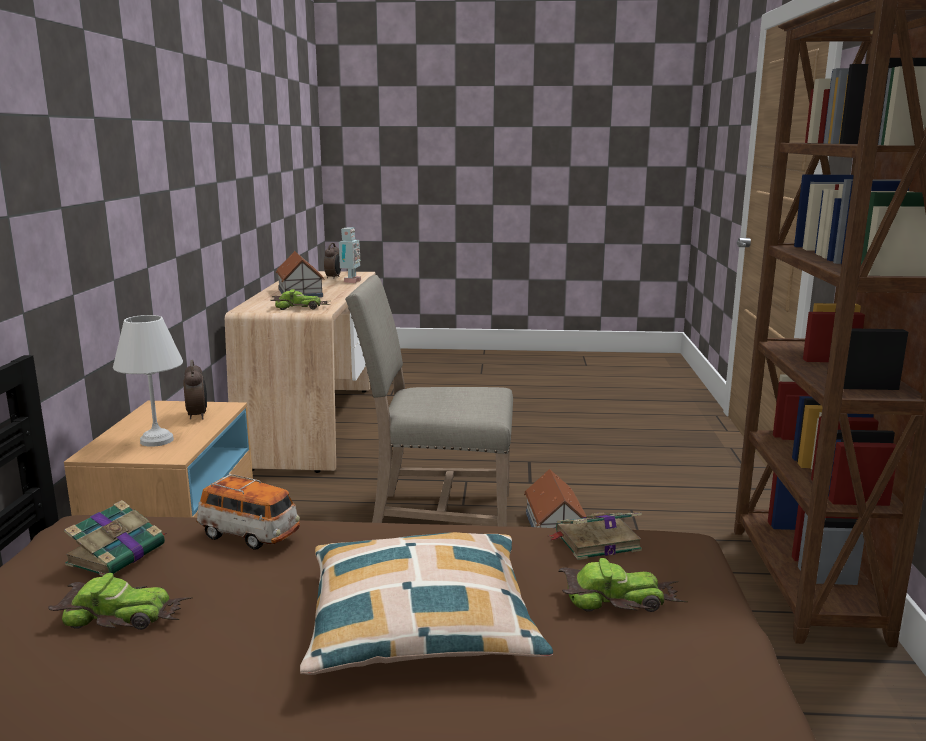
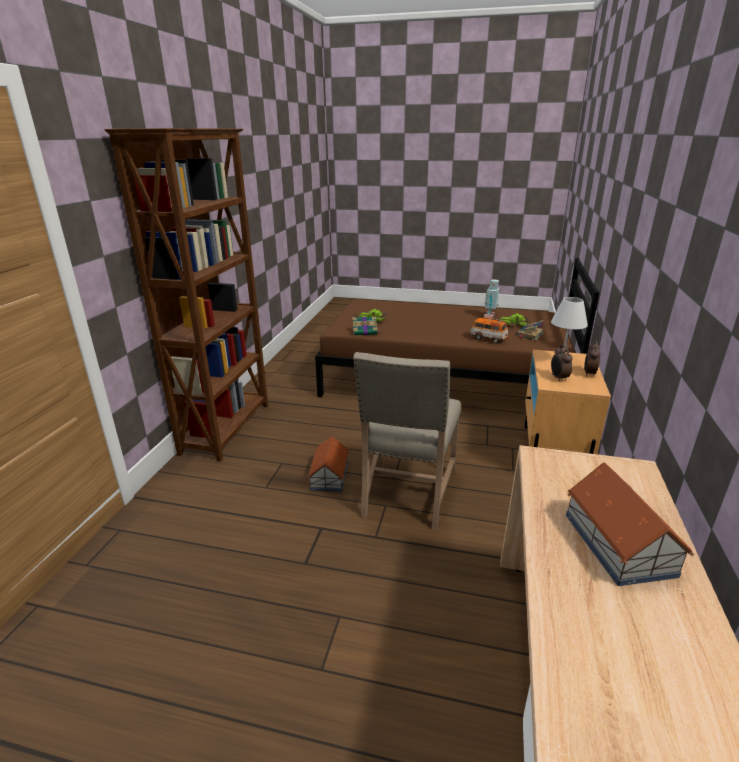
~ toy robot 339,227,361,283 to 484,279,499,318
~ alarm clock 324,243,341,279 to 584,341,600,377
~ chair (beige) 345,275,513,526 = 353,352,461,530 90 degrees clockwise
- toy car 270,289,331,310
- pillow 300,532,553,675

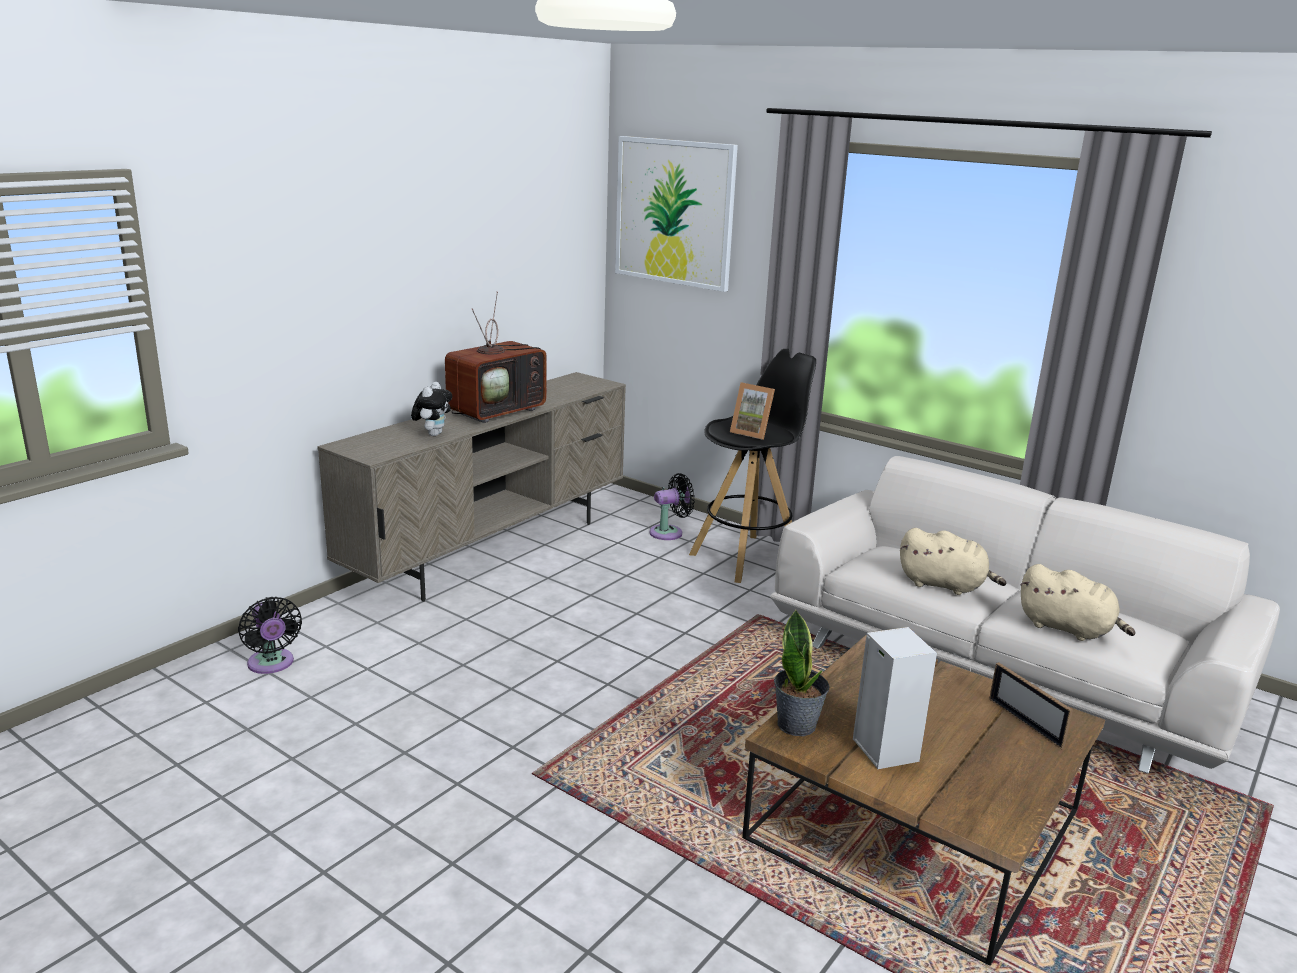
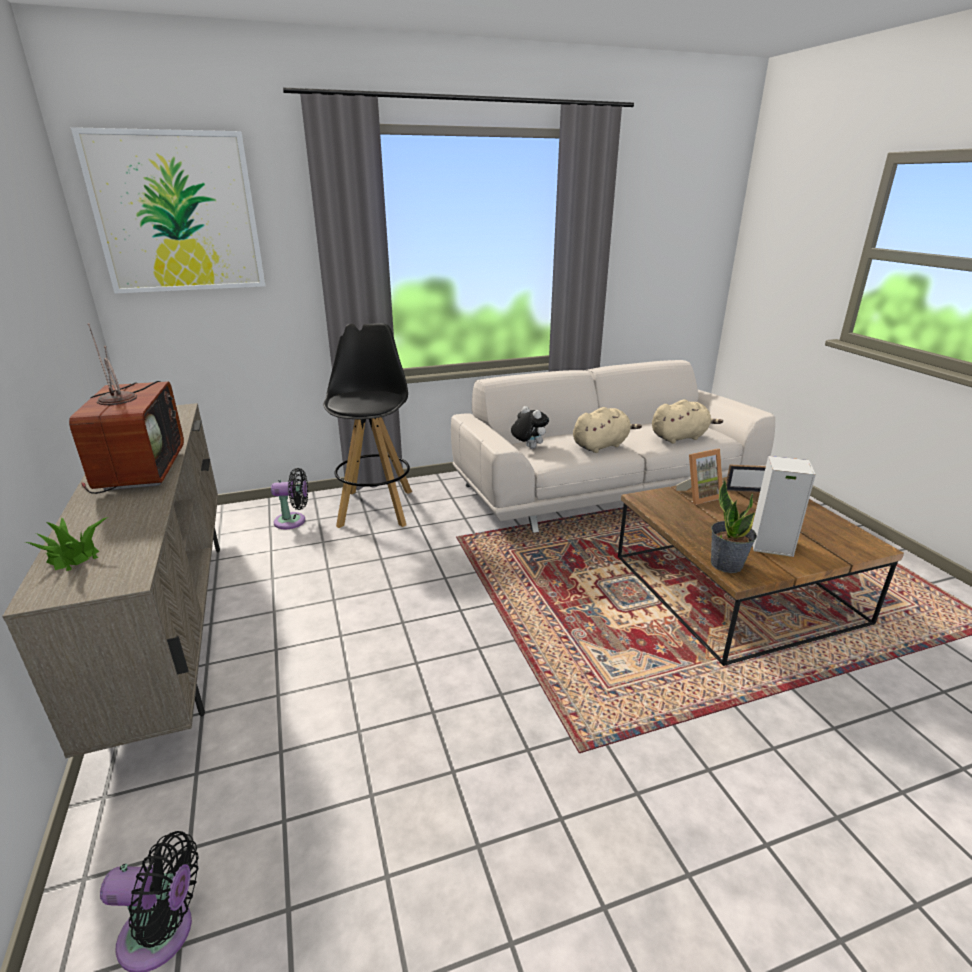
~ plush toy 411,382,452,436 to 511,406,549,449
~ picture frame 730,382,775,440 to 676,449,723,505
~ fan (black) 650,473,695,540 = 271,468,308,529 75 degrees clockwise
+ potted plant 25,517,108,571

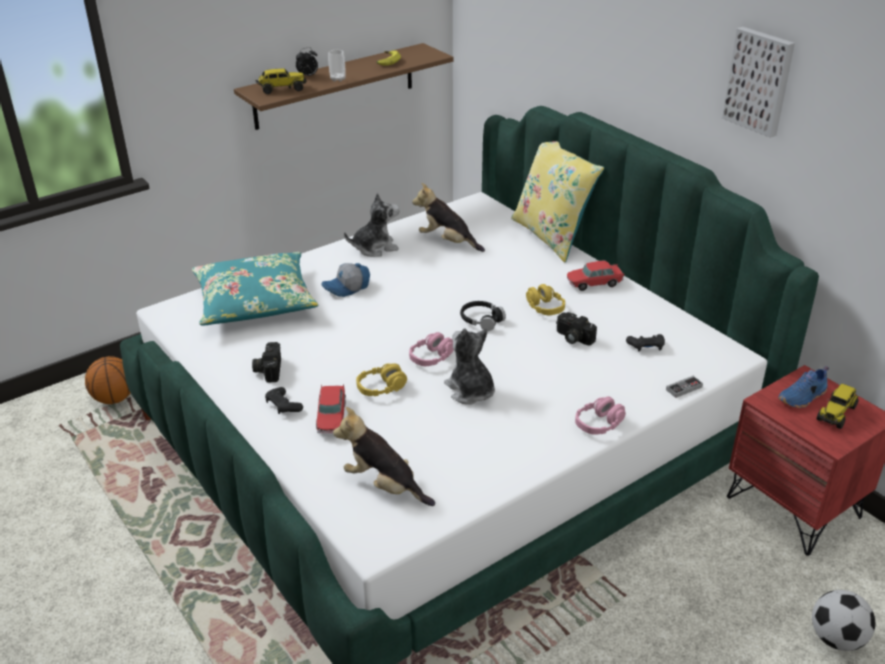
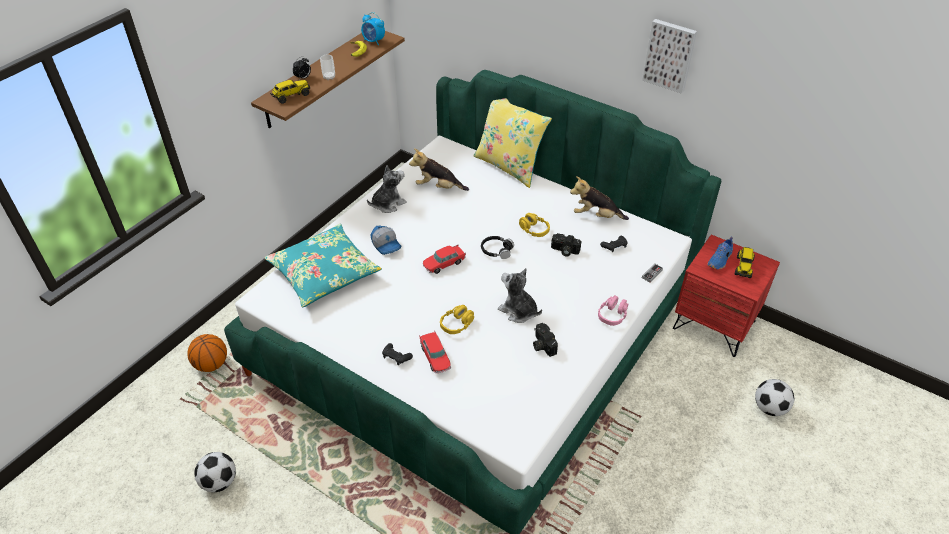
~ toy car 567,261,624,291 to 423,245,466,274
~ cap 321,263,370,297 = 371,225,402,255 75 degrees counterclockwise
- headphones (pink) 409,332,454,366
~ photo camera 252,342,281,383 to 533,323,558,357
~ plush toy 333,407,435,506 to 570,176,629,220
+ alarm clock 361,12,385,45
+ football 194,452,236,492

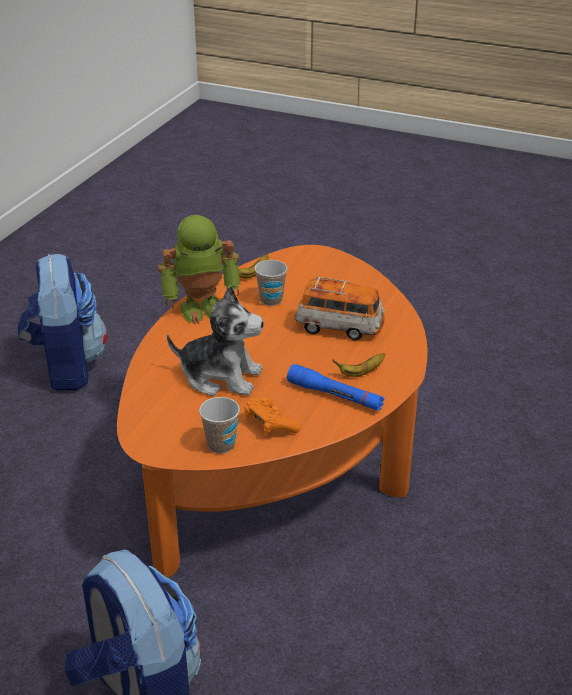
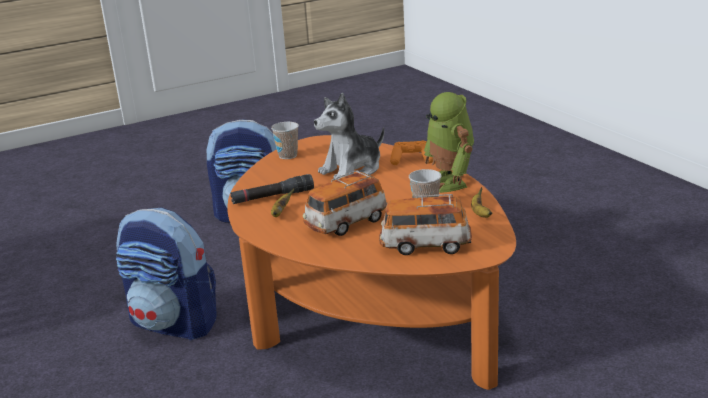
~ toy robot 158,215,241,325 = 423,92,474,193 45 degrees counterclockwise
~ backpack 18,254,107,390 to 116,208,217,340
~ flashlight (blue) 287,364,384,411 to flashlight (black) 230,174,314,204
~ game controller (orange) 244,397,301,435 to 390,140,433,165
+ toy car 379,194,472,255

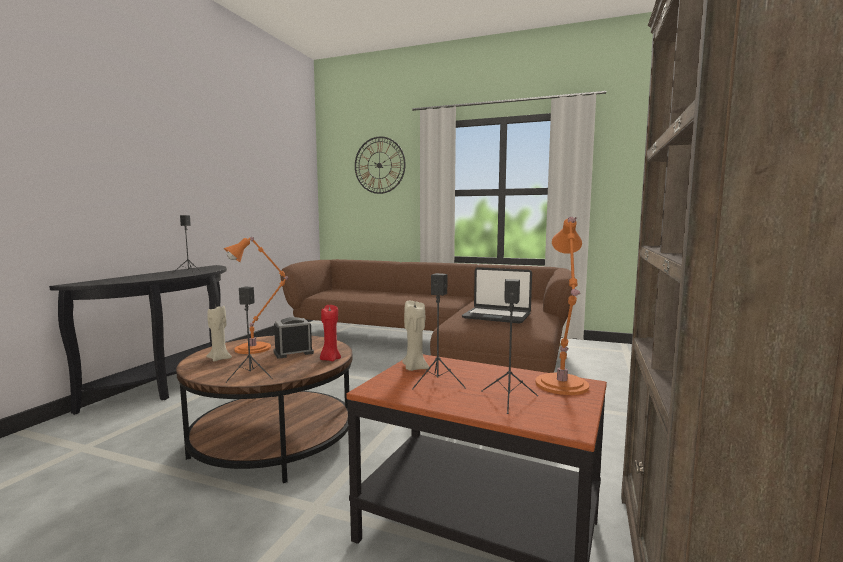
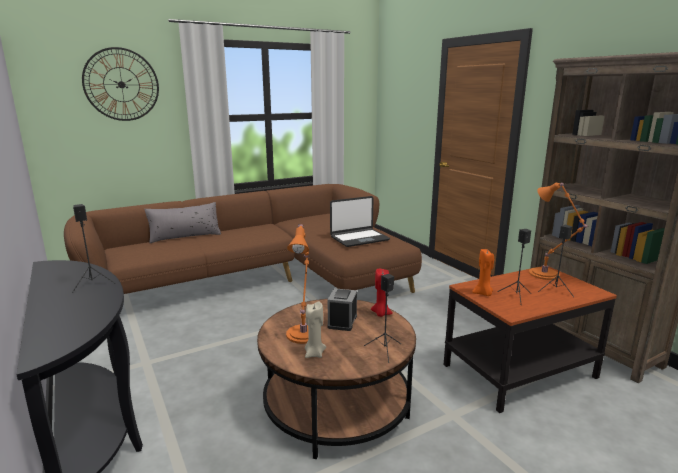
~ candle (beige) 402,301,429,371 to candle (orange) 472,249,494,296
+ pillow (grey) 144,202,221,243

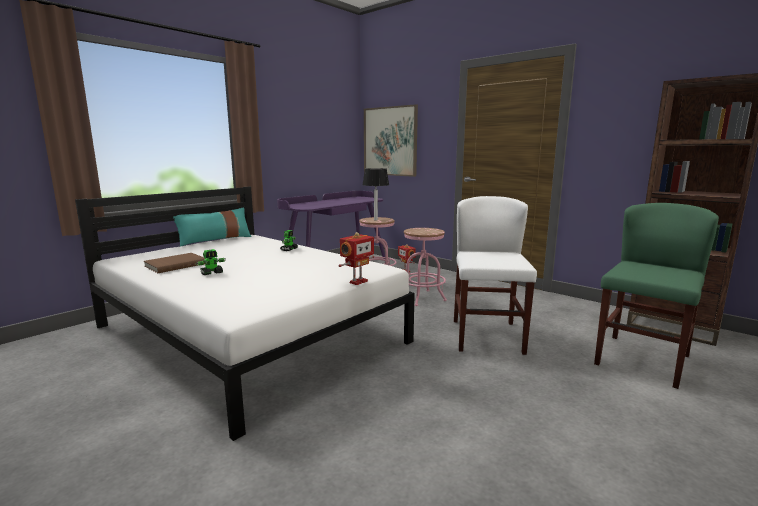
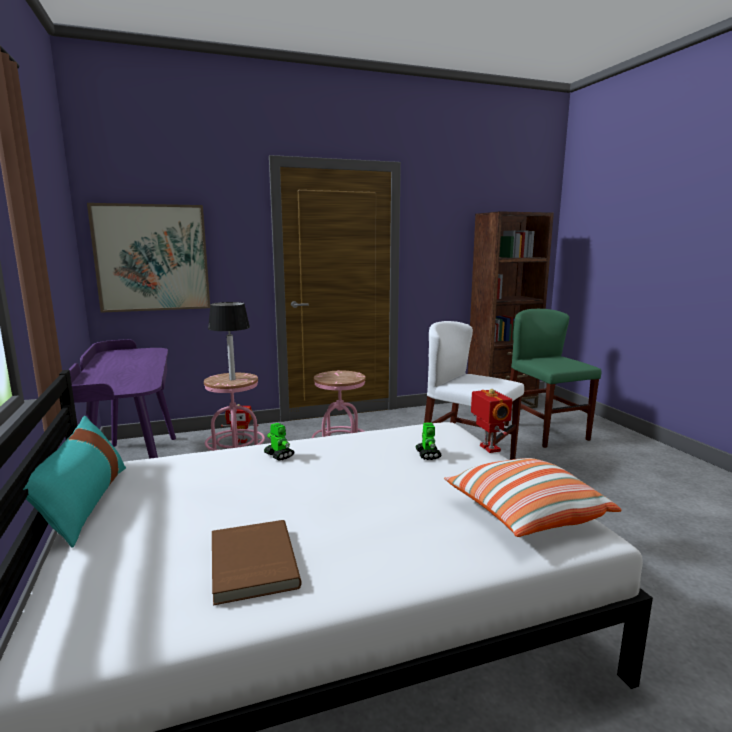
~ toy robot 196,249,226,275 to 416,422,441,460
+ pillow 444,458,622,537

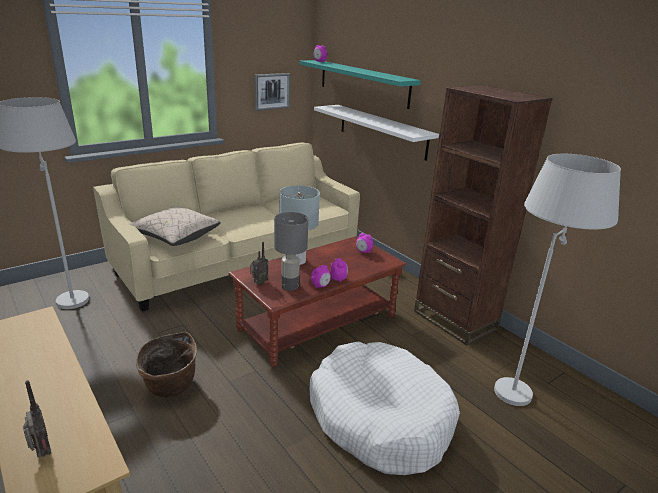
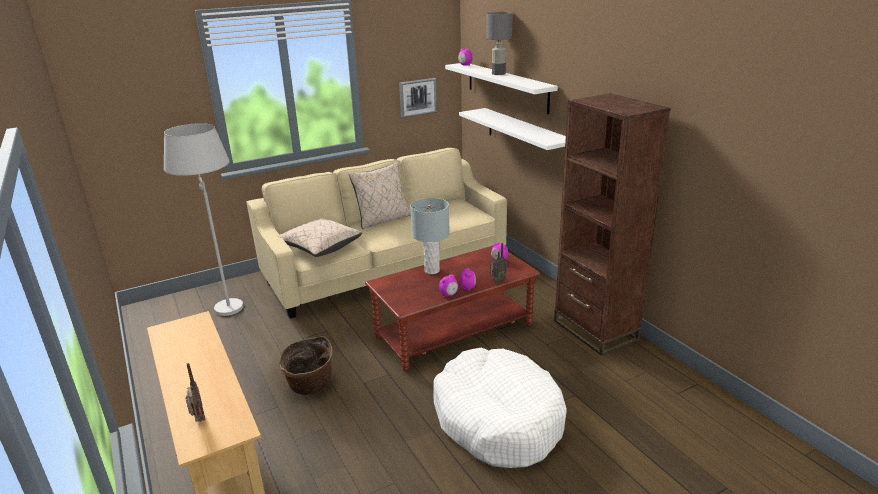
~ shelf (turquoise) 300,60,421,109 to shelf (white) 445,63,558,114
- floor lamp (white) 494,154,621,406
~ table lamp (grey) 274,212,308,291 to 486,12,512,75
~ radio 250,242,269,285 to 490,243,507,283
+ pillow (beige) 348,161,411,229

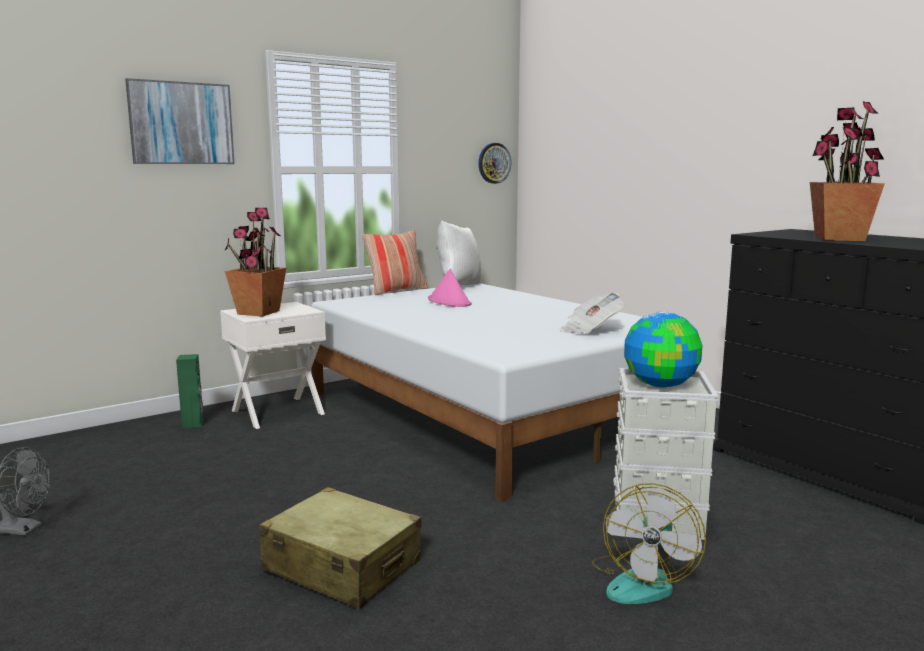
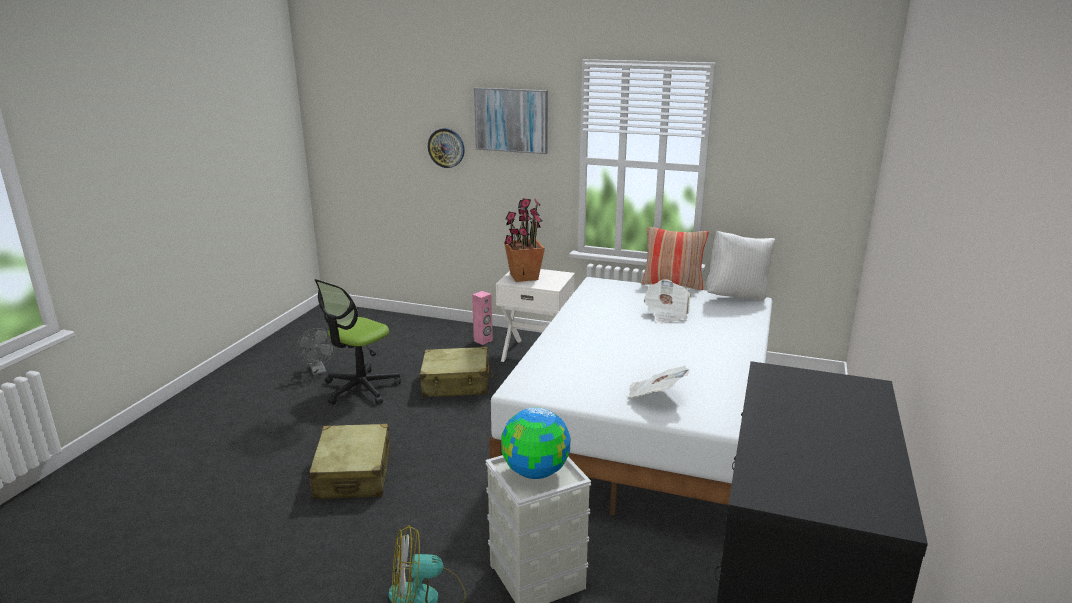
- potted plant 810,101,885,241
~ wall clock 478,143,511,184 to 428,128,465,168
~ hat (pink) 428,269,471,307 to newspaper 644,279,691,324
~ speaker (green) 176,354,204,428 to speaker (pink) 472,291,493,345
+ office chair 315,279,401,405
+ suitcase (beige) 420,347,493,397

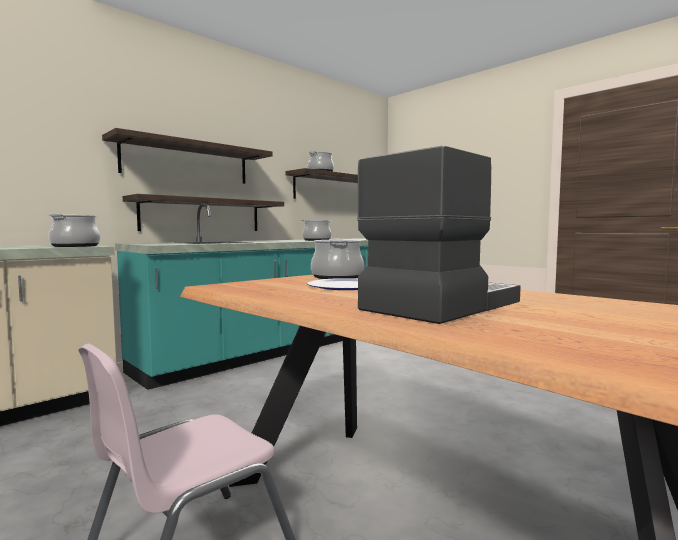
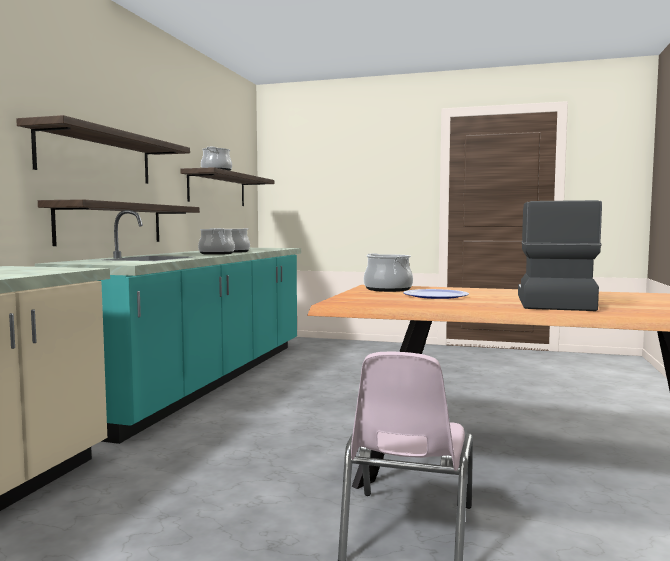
~ cooking pot 48,214,100,247 to 198,228,235,255

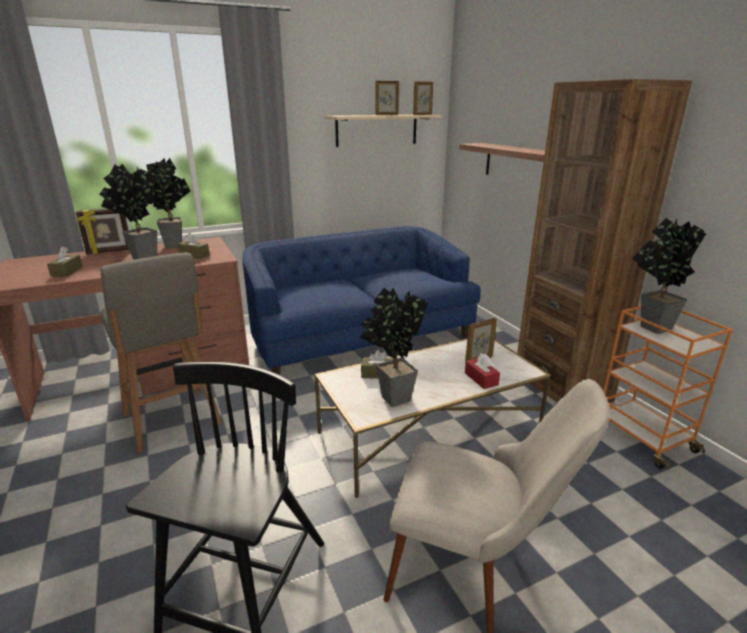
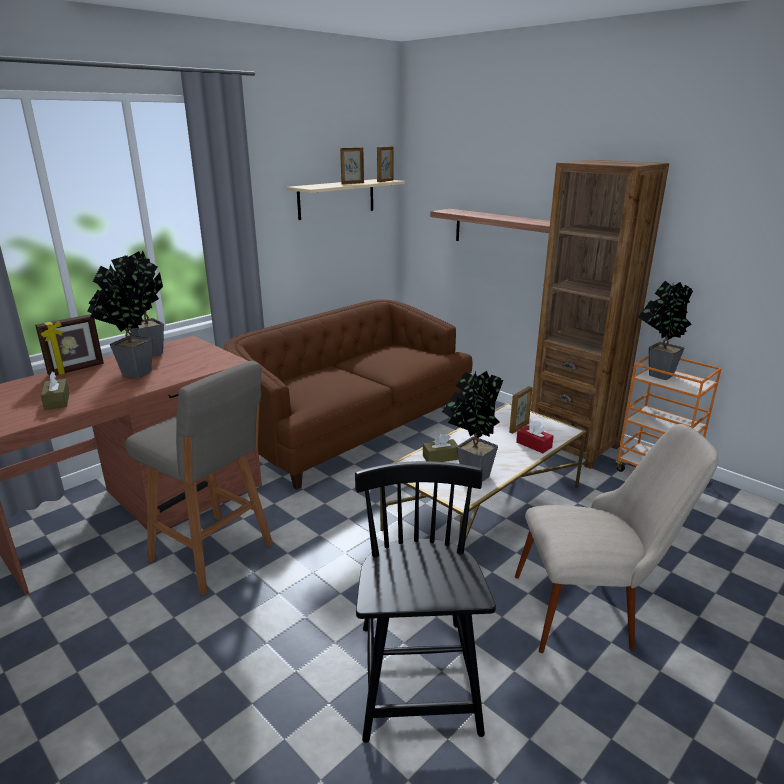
~ sofa (blue) 242,226,481,375 to sofa (brown) 224,300,472,490
- tissue box (brown) 178,233,210,259

